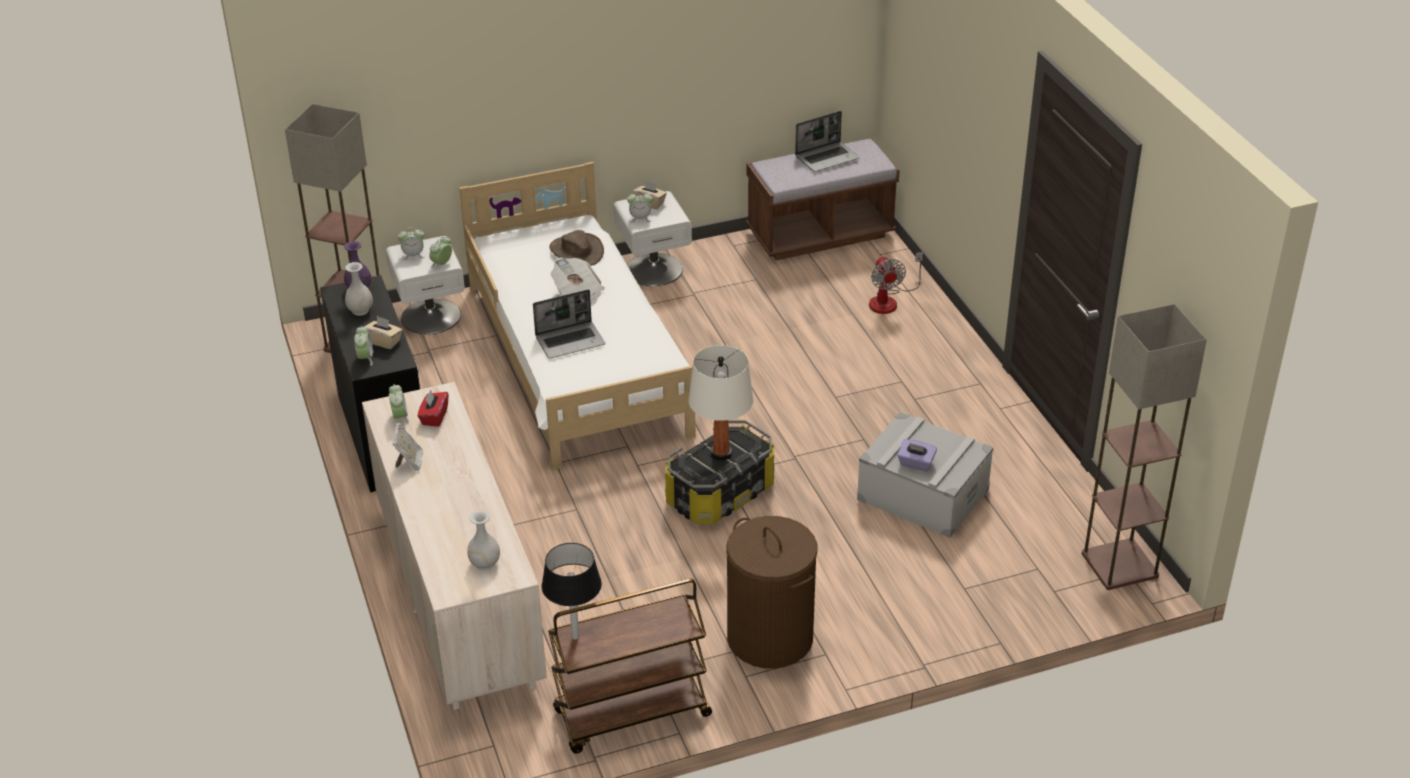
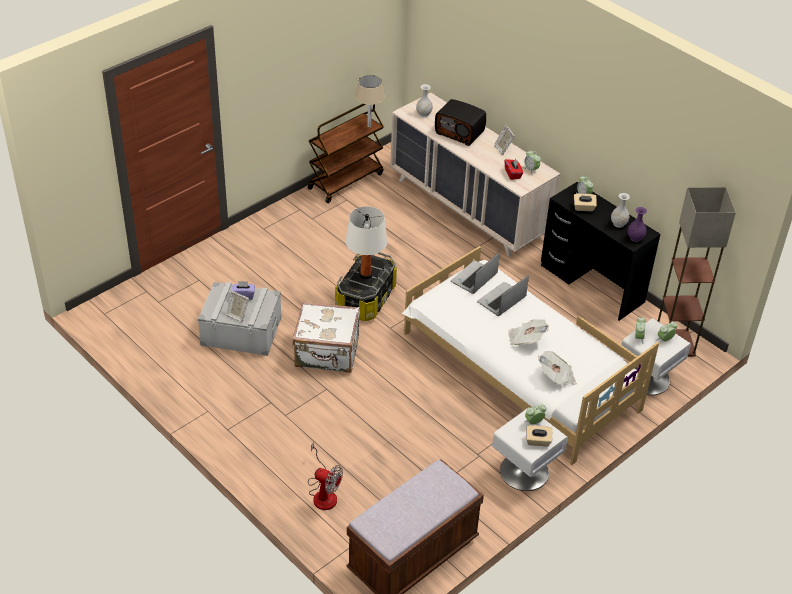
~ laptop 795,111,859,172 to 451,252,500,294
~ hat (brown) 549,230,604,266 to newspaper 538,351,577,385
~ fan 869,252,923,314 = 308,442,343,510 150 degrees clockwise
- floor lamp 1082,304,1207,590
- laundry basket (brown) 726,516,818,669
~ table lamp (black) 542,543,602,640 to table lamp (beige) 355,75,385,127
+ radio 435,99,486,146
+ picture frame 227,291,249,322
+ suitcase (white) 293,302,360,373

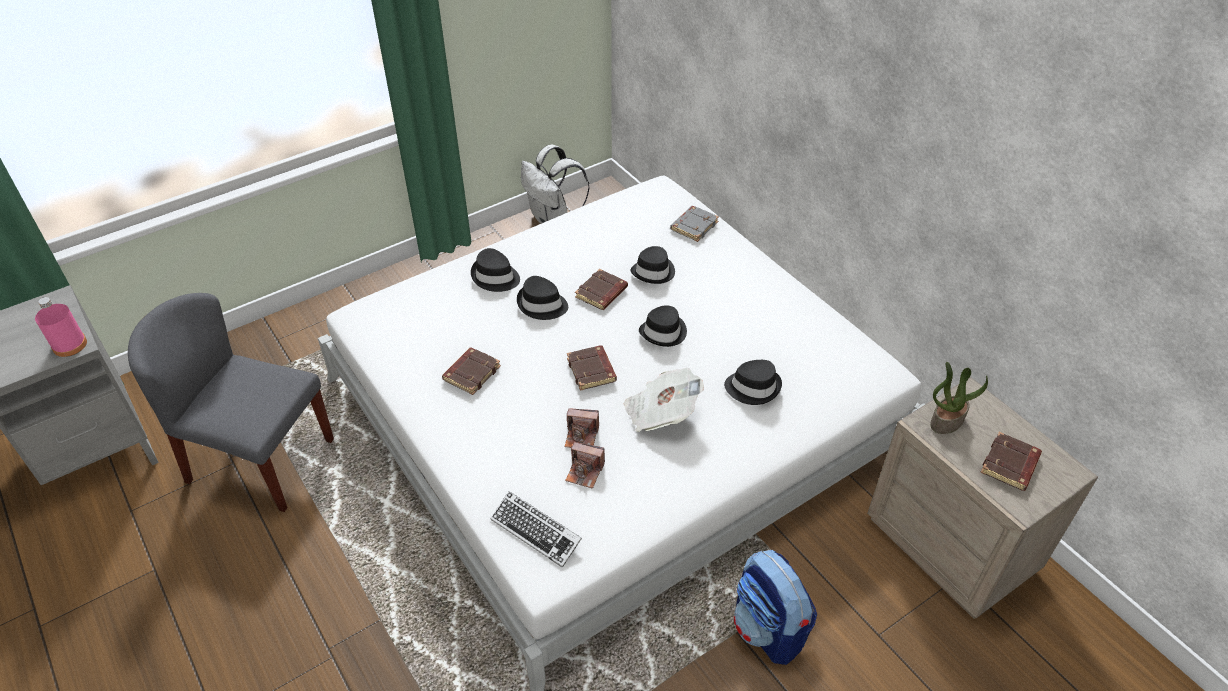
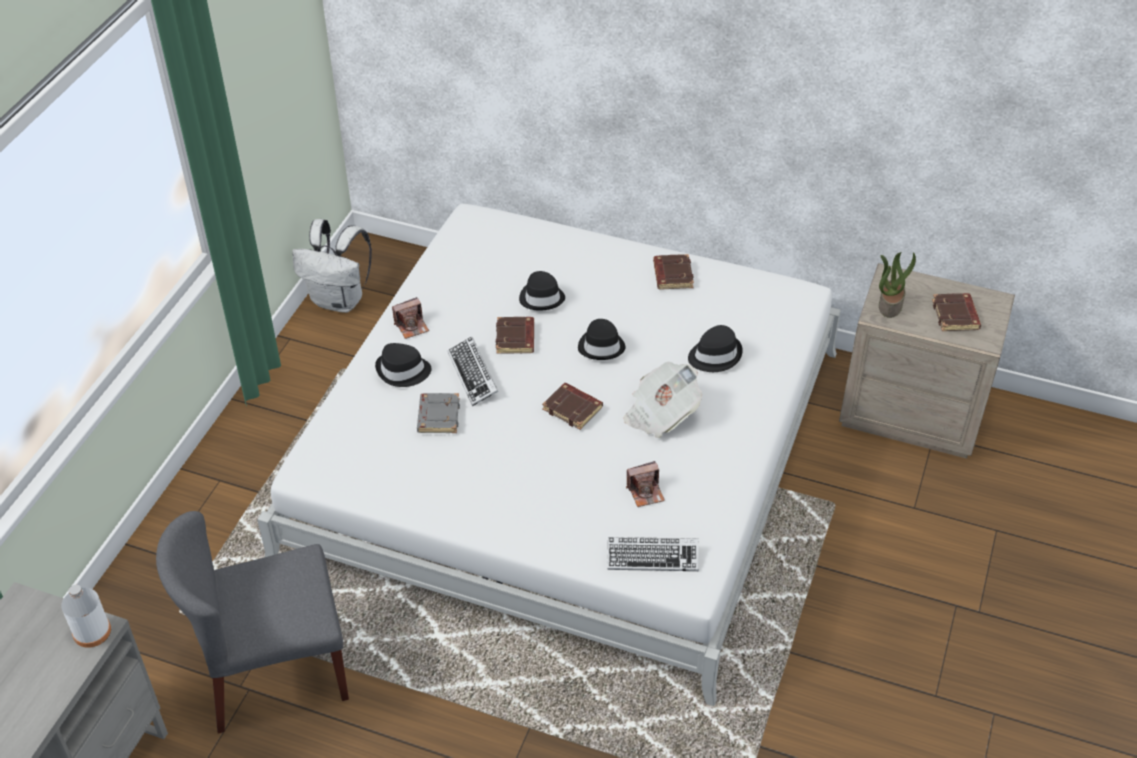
~ book (grey) 670,206,719,242 to 417,393,460,433
~ hat (black) 517,276,568,320 to keyboard 448,336,498,406
~ bottle (pink) 35,297,87,357 to bottle (white) 61,585,111,648
~ book (brown) 442,347,501,395 to 653,254,694,290
~ photo camera 564,408,599,448 to 392,297,429,339
- backpack 733,550,817,665

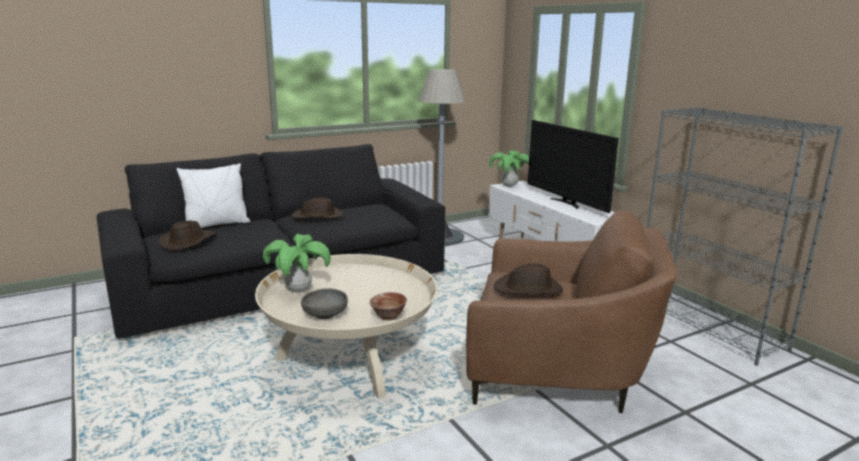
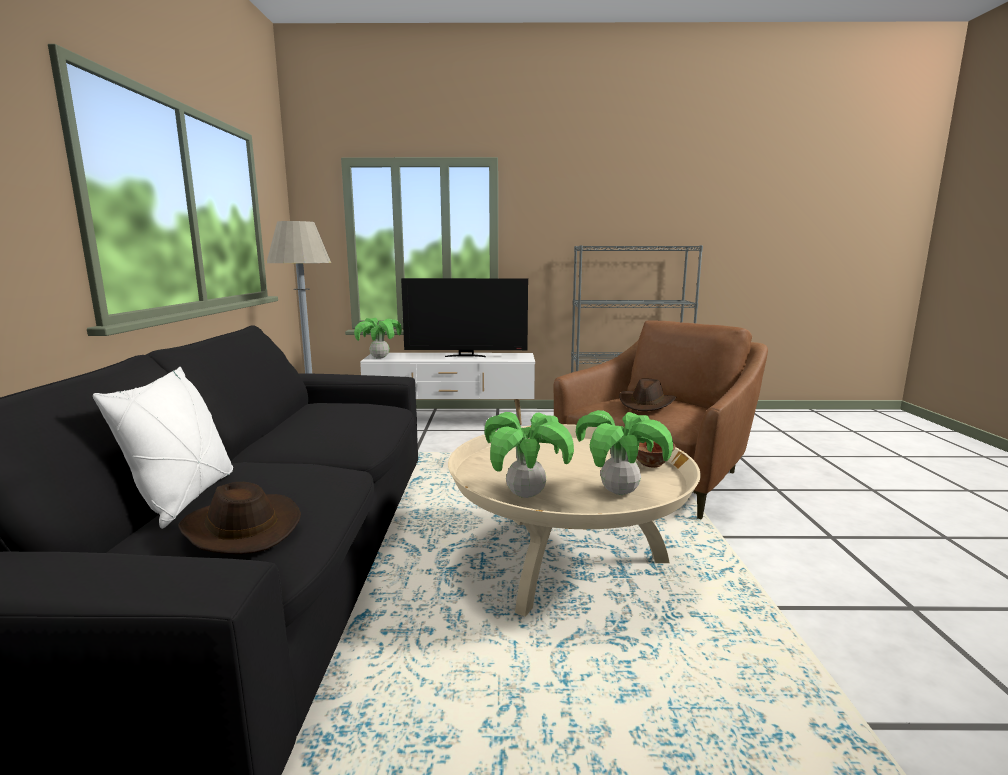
- hat (brown) 291,198,343,219
~ bowl (grey) 301,288,348,319 to potted plant 576,410,673,495

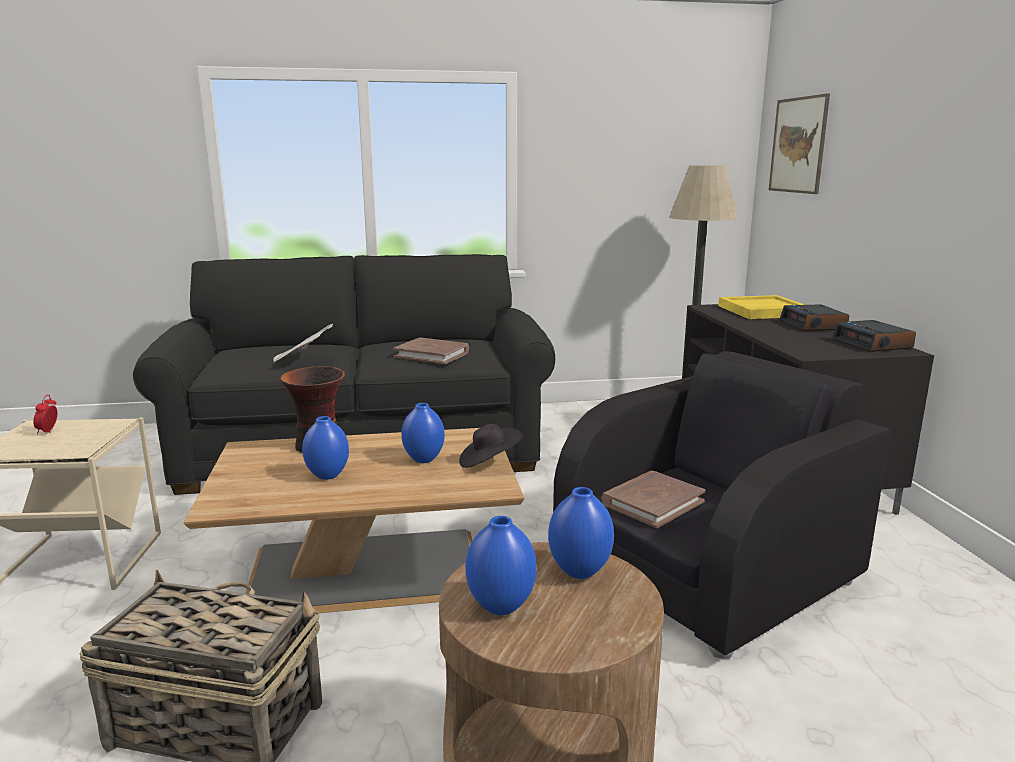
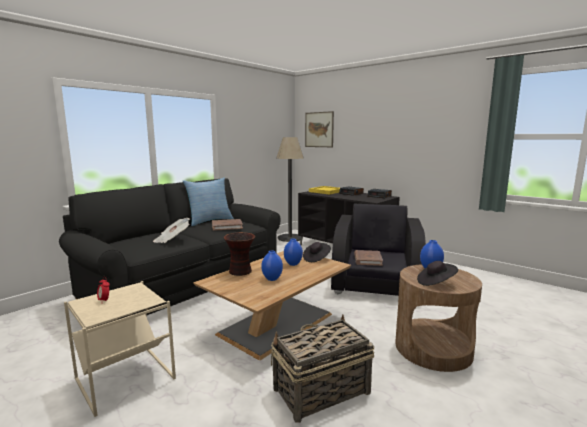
~ vase (blue) 465,516,537,615 to hat (black) 417,261,458,286
+ pillow 183,178,234,226

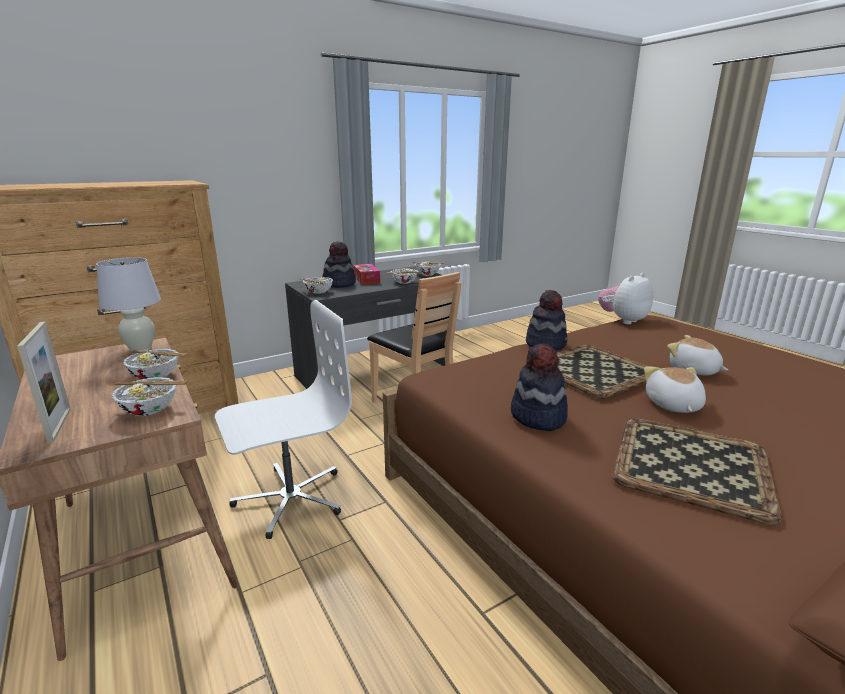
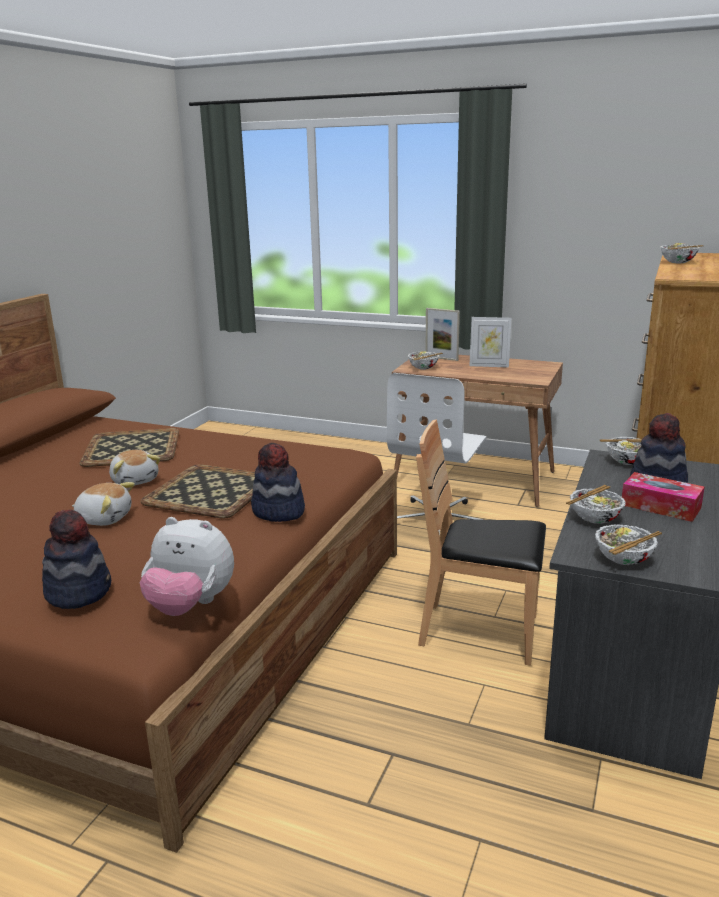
- table lamp (white) 96,257,161,351
~ plush toy 598,273,653,324 = 140,517,234,616 90 degrees clockwise
~ hat 511,343,568,431 to 42,510,111,609
~ bowl 123,349,188,379 to 660,243,704,263
+ picture frame 469,317,511,368

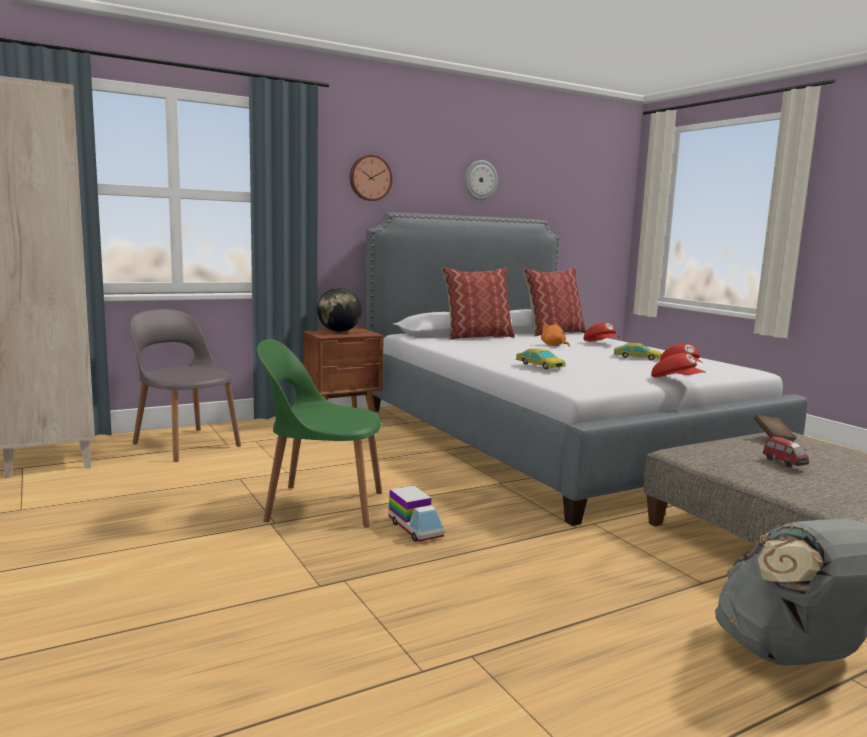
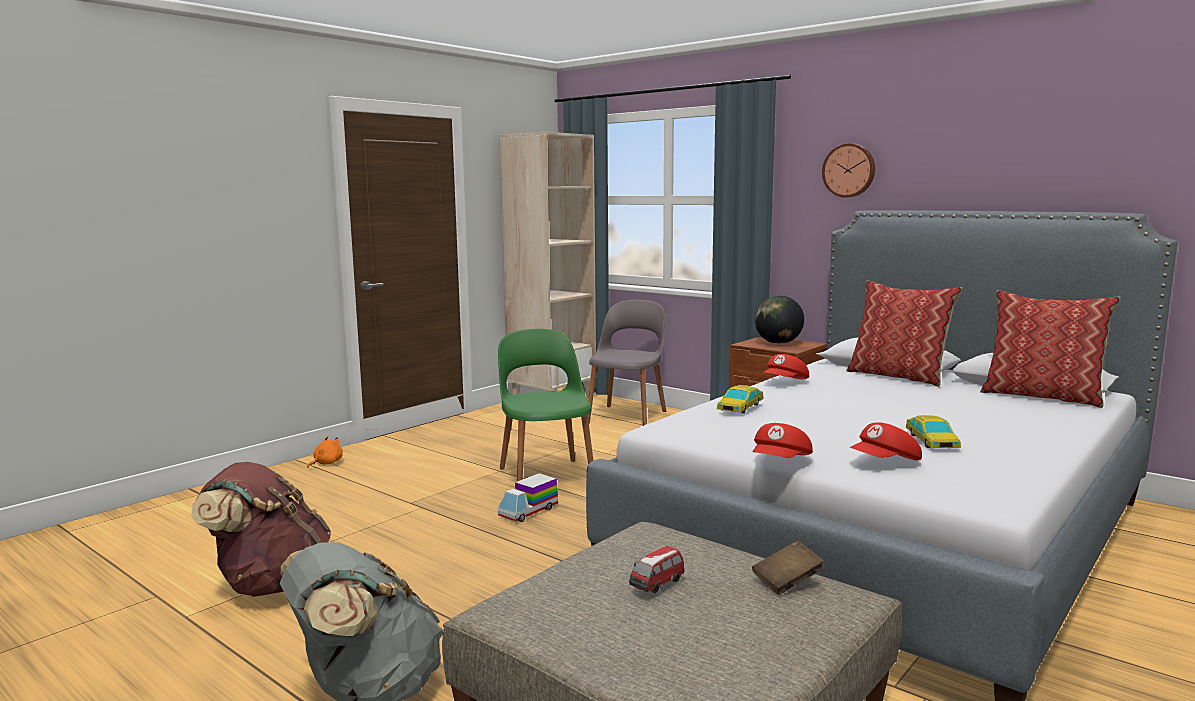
- wall clock 465,160,498,201
~ plush toy (orange) 541,322,570,347 to 307,436,343,468
~ cap (red) 583,323,620,341 to 763,354,809,379
+ backpack (brown) 191,462,331,597

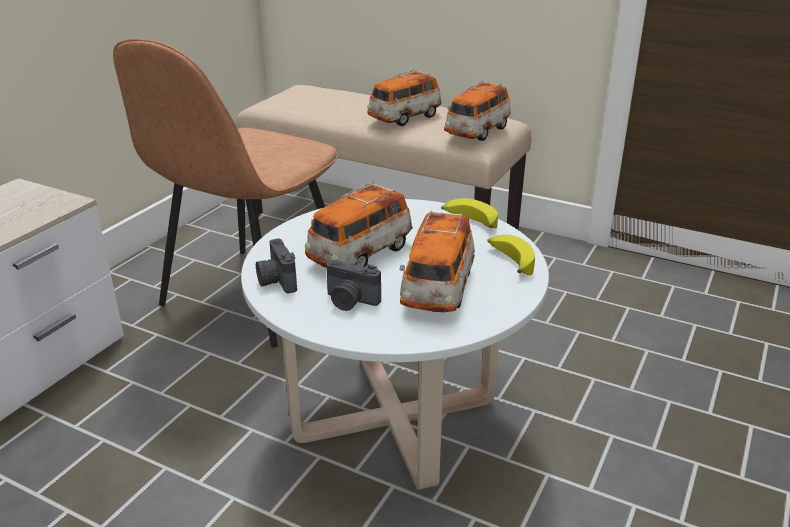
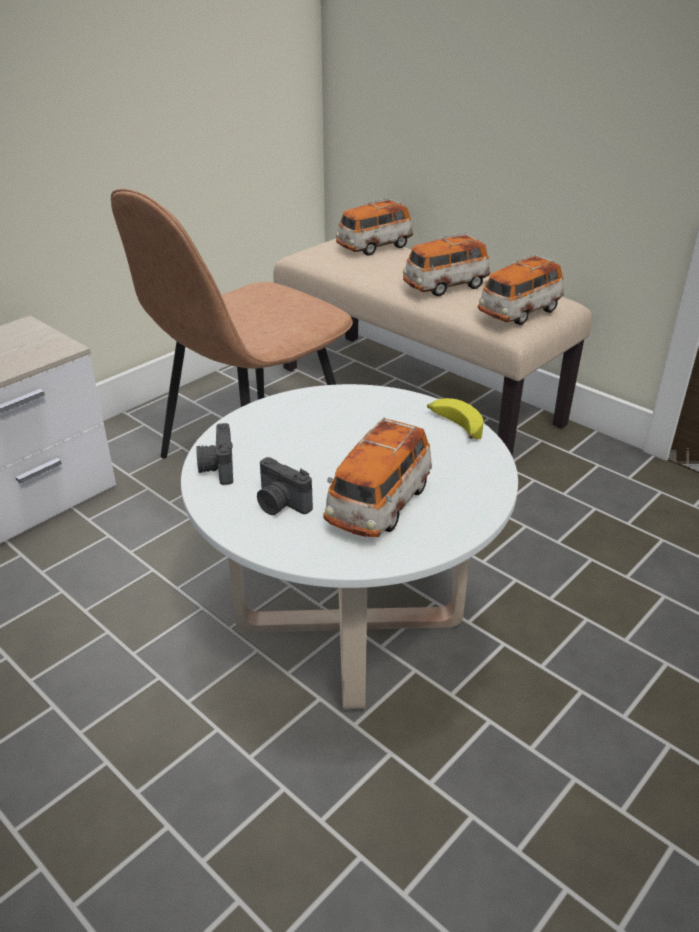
~ toy car 305,182,413,268 to 336,198,414,256
- banana 487,235,535,275

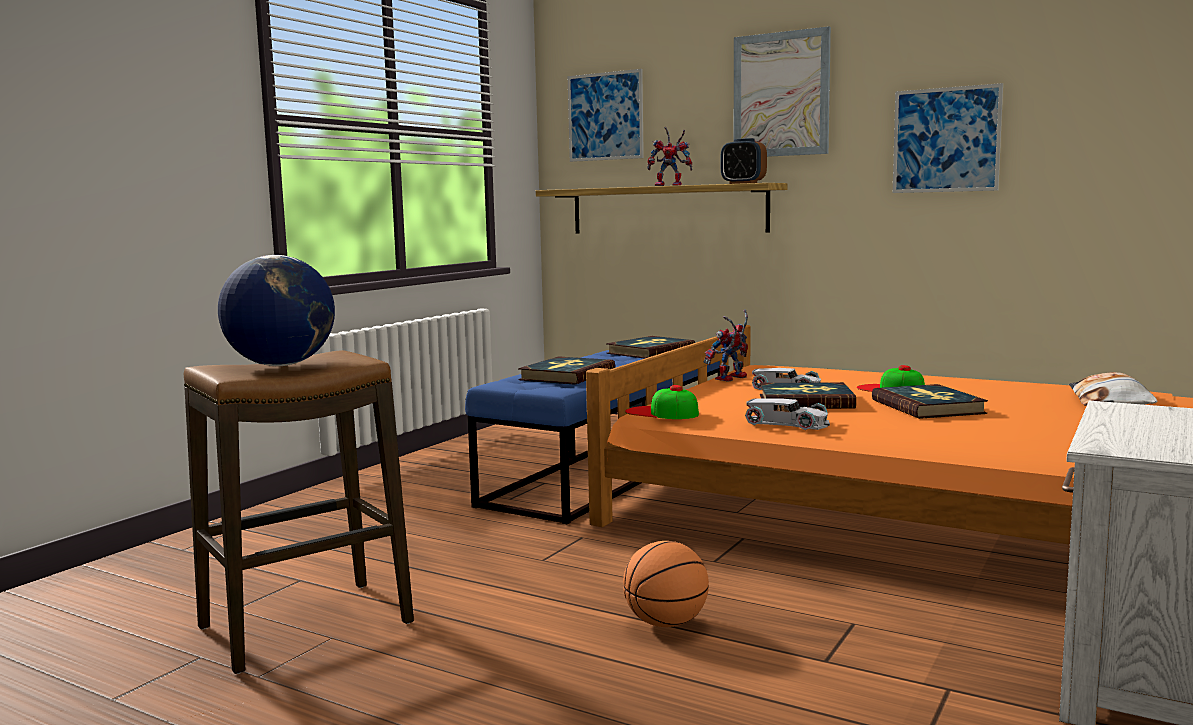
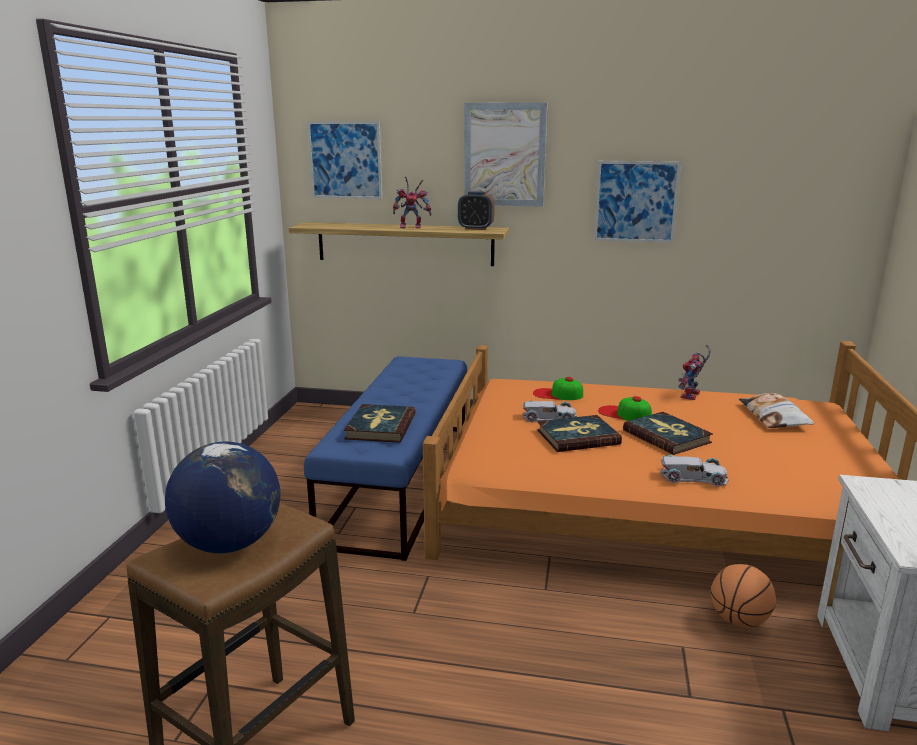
~ toy robot 704,310,748,381 to 678,345,711,400
- book 606,336,695,359
~ cap 625,385,699,419 to 533,377,583,400
~ toy car (white) 745,398,830,430 to 660,455,729,487
~ basketball 623,541,709,627 to 711,564,776,627

